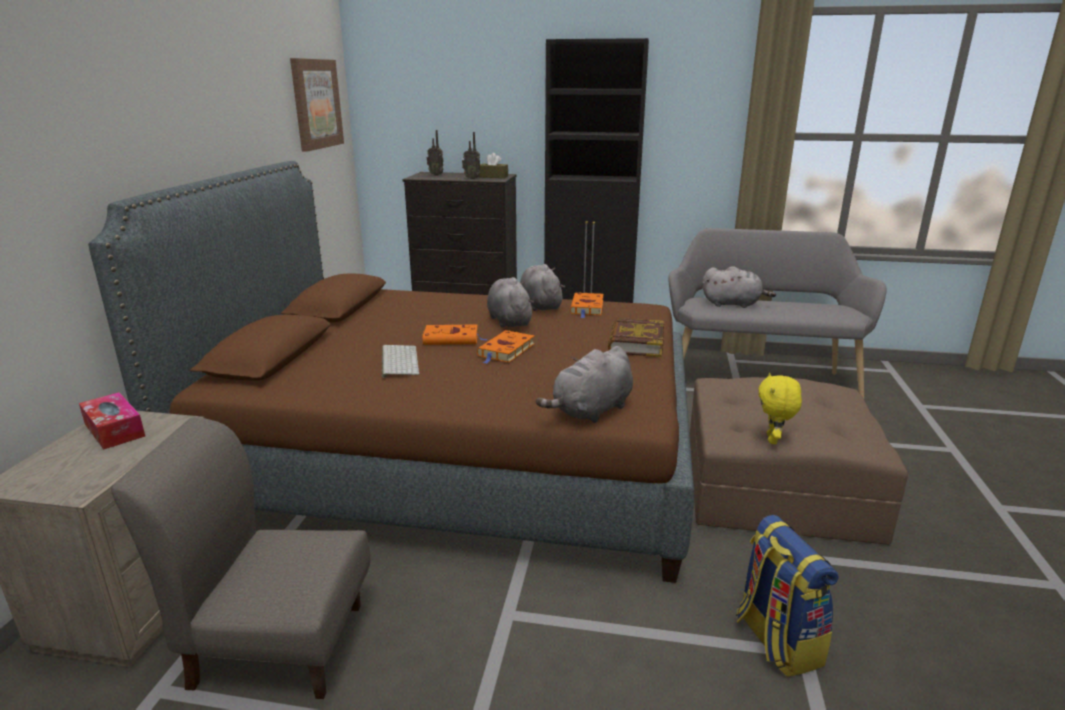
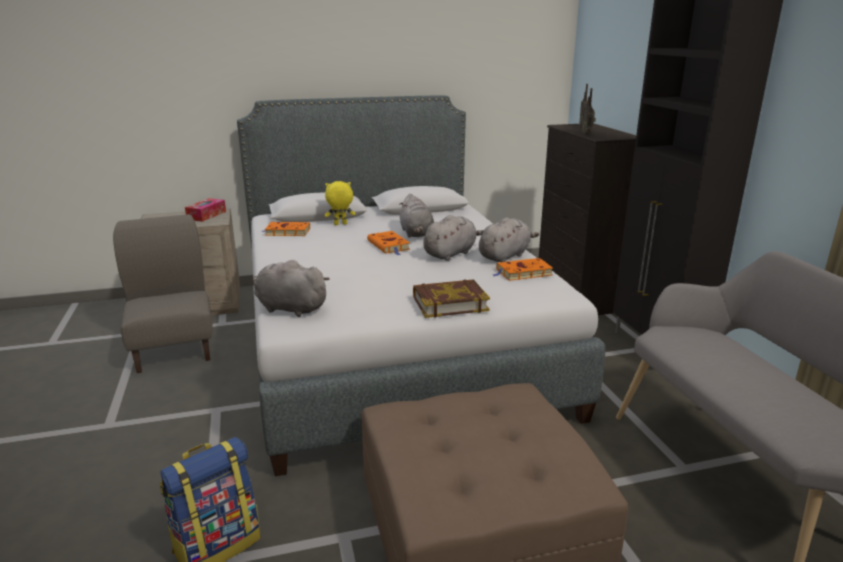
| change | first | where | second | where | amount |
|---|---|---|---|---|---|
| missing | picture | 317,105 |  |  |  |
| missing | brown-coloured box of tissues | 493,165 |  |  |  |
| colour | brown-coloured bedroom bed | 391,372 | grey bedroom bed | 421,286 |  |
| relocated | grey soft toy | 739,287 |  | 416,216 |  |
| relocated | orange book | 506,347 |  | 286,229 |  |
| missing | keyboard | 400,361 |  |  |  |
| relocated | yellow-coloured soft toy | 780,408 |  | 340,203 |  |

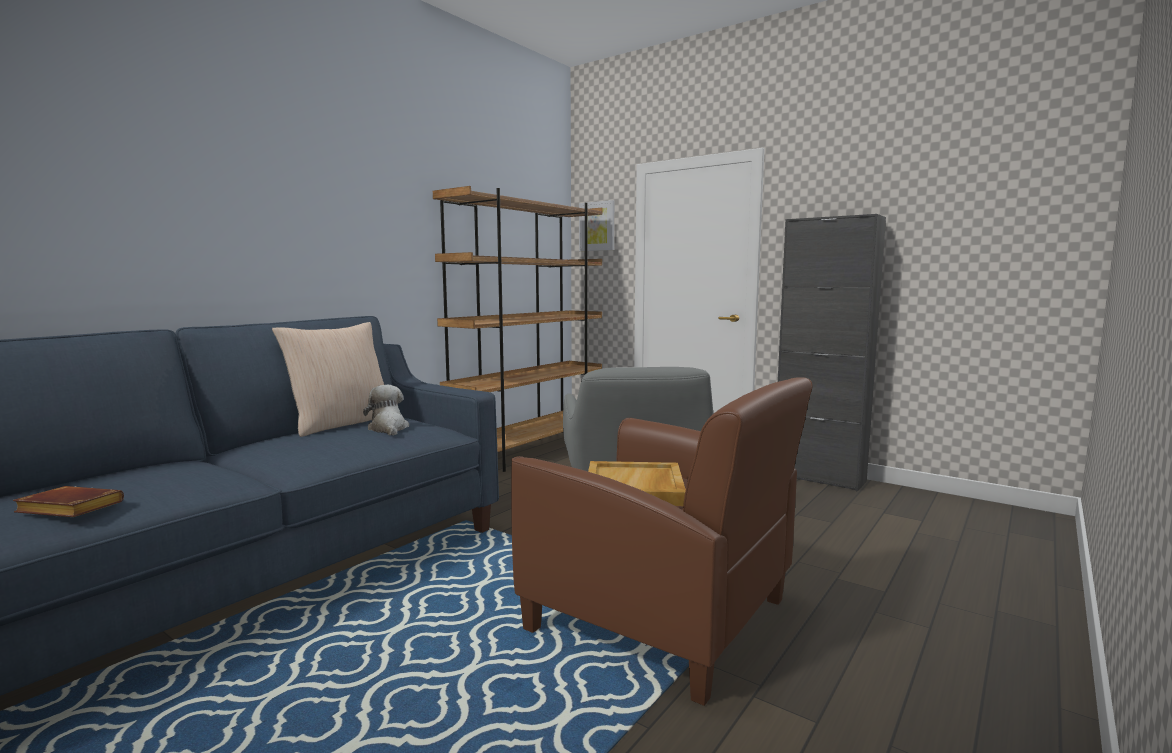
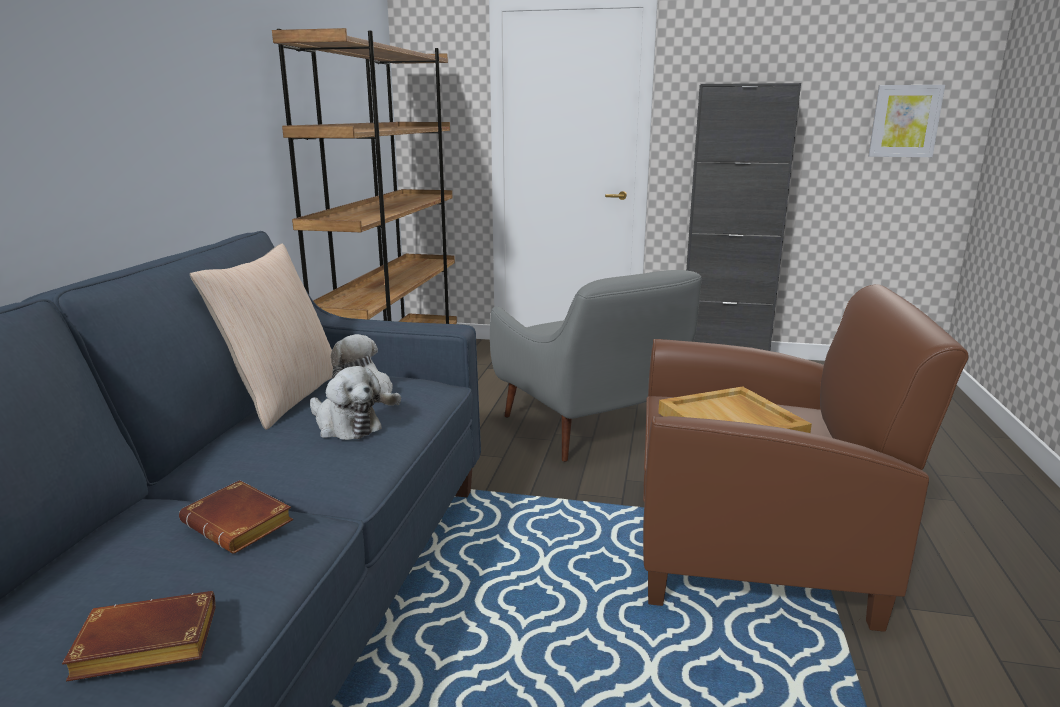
| change | first | where | second | where | amount |
|---|---|---|---|---|---|
| relocated | picture | 597,225 |  | 906,121 |  |
| appeared |  |  | soft toy | 346,403 |  |
| appeared |  |  | brown-coloured book | 236,517 |  |

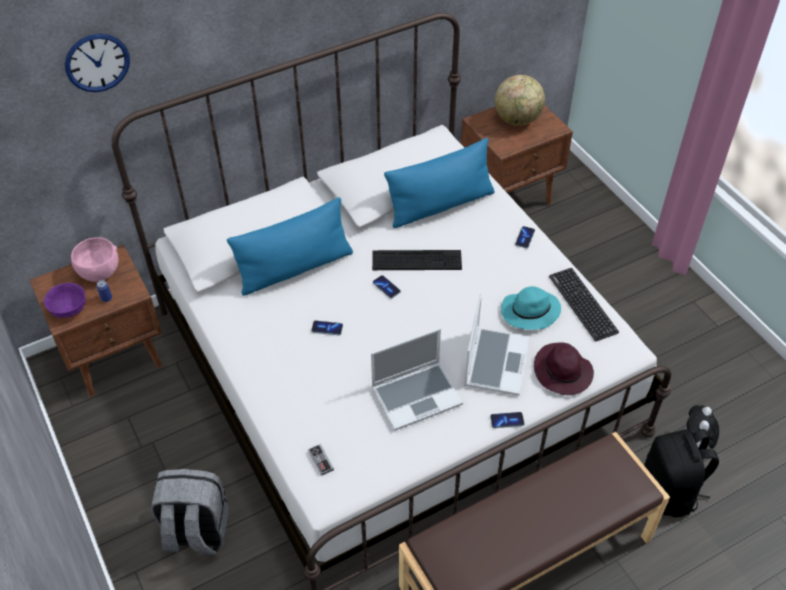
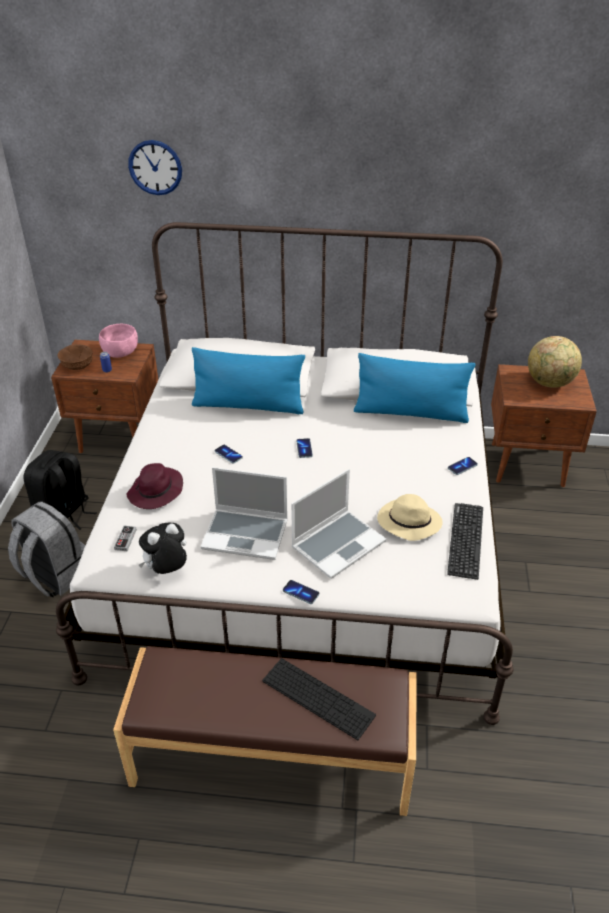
| change | first | where | second | where | amount |
|---|---|---|---|---|---|
| relocated | keyboard | 417,260 |  | 319,699 |  |
| colour | purple-coloured deep dish | 65,300 | brown-coloured deep dish | 75,357 |  |
| colour | blue-green clothing hat | 531,308 | sand-coloured clothing hat | 410,517 |  |
| relocated | purple-coloured clothing hat | 564,368 |  | 155,486 |  |
| relocated | soft toy | 703,427 |  | 163,548 |  |
| relocated | black backpack | 681,473 |  | 59,490 |  |

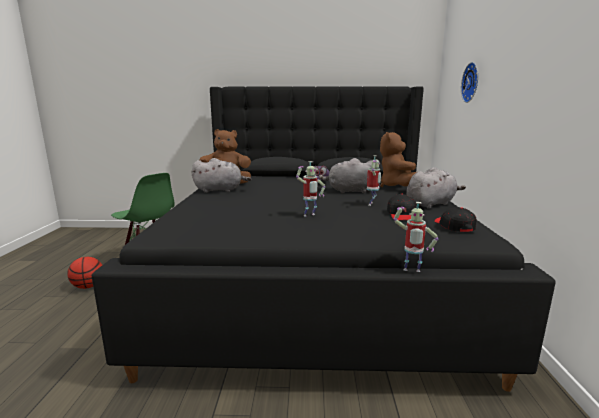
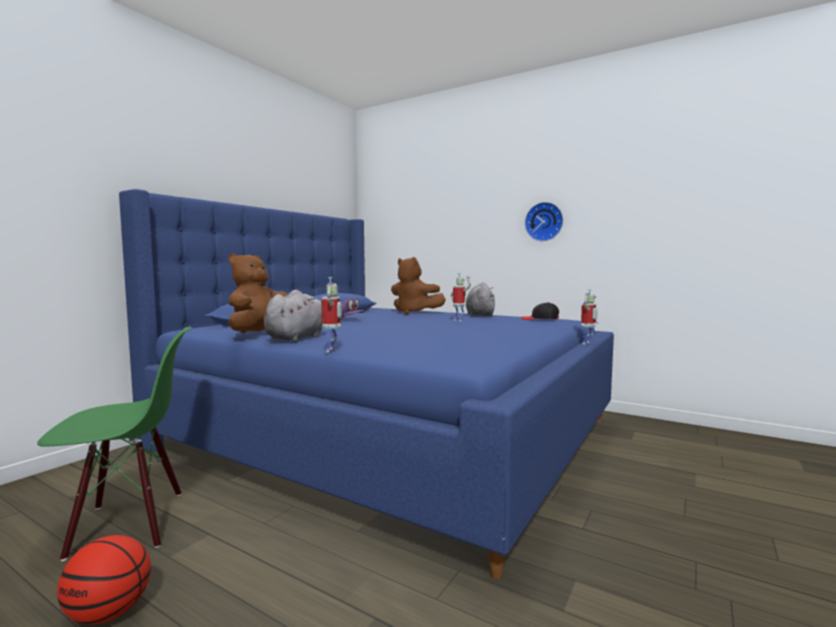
| change | first | where | second | where | amount |
|---|---|---|---|---|---|
| relocated | wall clock | 469,82 |  | 544,221 |  |
| colour | black bedroom bed | 324,239 | blue bedroom bed | 366,384 |  |
| missing | grey soft toy | 348,176 |  |  |  |
| relocated | toy robot | 310,188 |  | 331,314 |  |
| missing | black baseball cap | 401,207 |  |  |  |

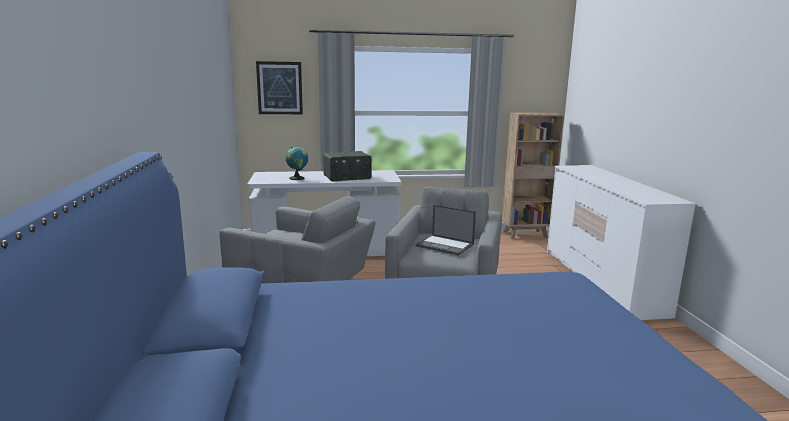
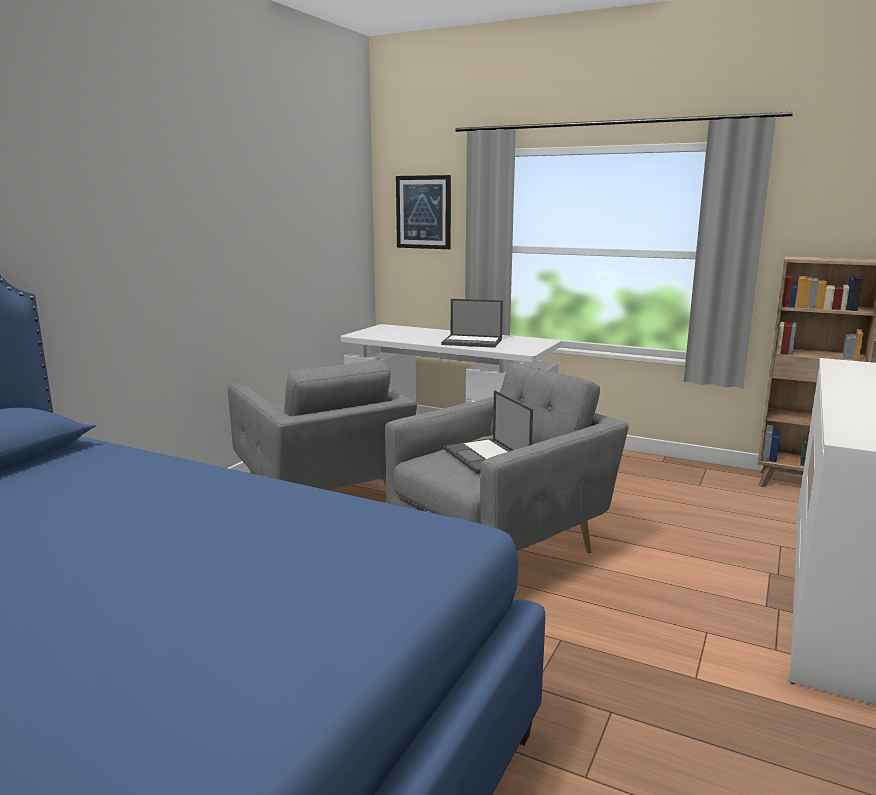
| change | first | where | second | where | amount |
|---|---|---|---|---|---|
| missing | world globe | 297,163 |  |  |  |
| exchanged | radio set | 347,166 | portable computer | 472,323 |  |

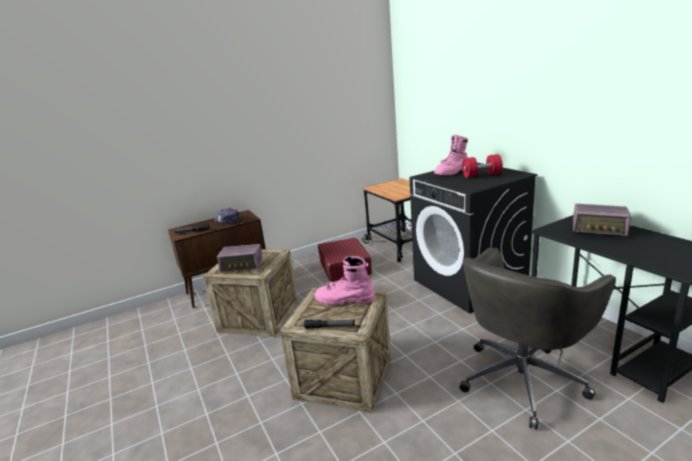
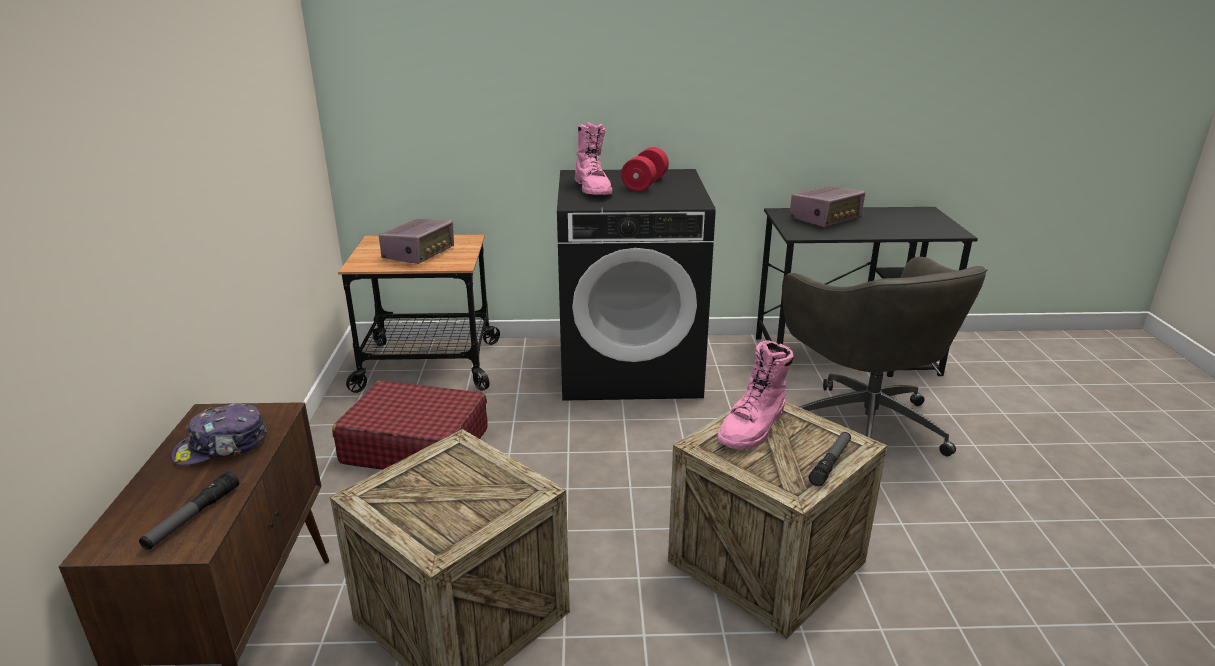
| change | first | where | second | where | amount |
|---|---|---|---|---|---|
| relocated | radio set | 239,258 |  | 416,241 |  |

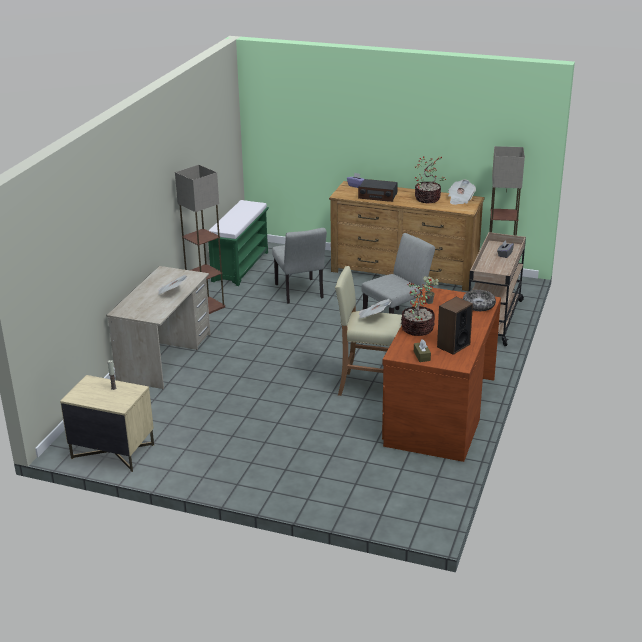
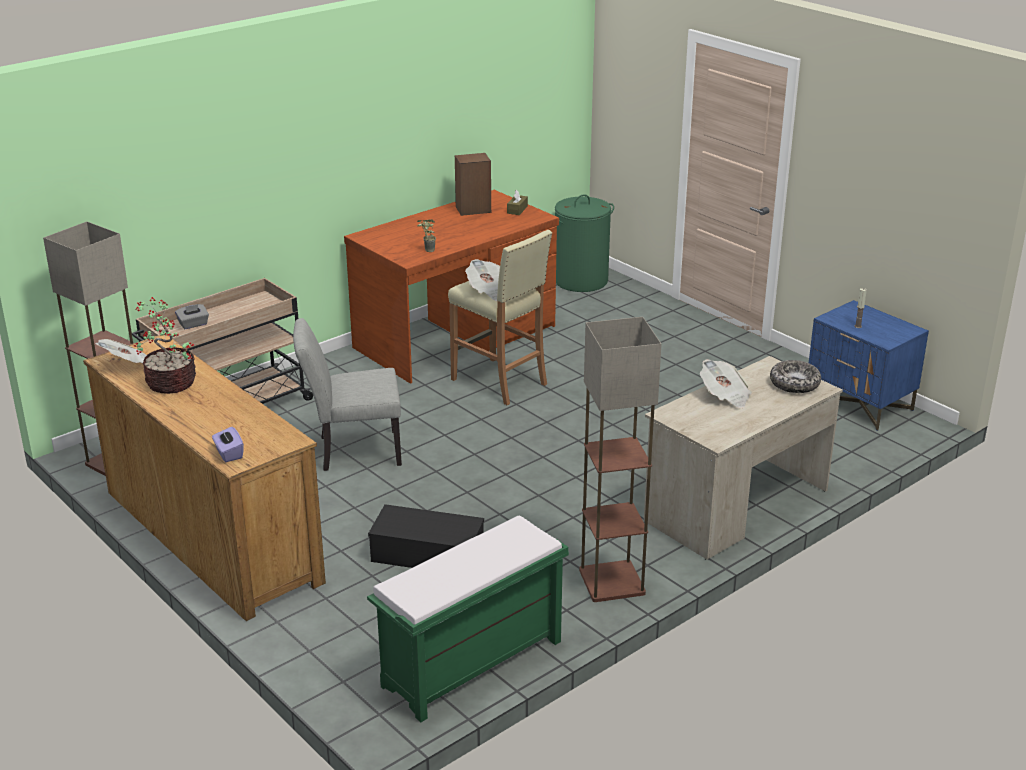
| change | first | where | second | where | amount |
|---|---|---|---|---|---|
| missing | radio set | 378,190 |  |  |  |
| exchanged | grey chair | 299,266 | black storage box | 426,536 |  |
| missing | plant in a pot | 418,307 |  |  |  |
| relocated | deep dish | 479,300 |  | 795,376 |  |
| colour | sand-coloured nightstand | 107,423 | blue nightstand | 869,365 |  |
| appeared |  |  | green-coloured hamper | 584,243 |  |

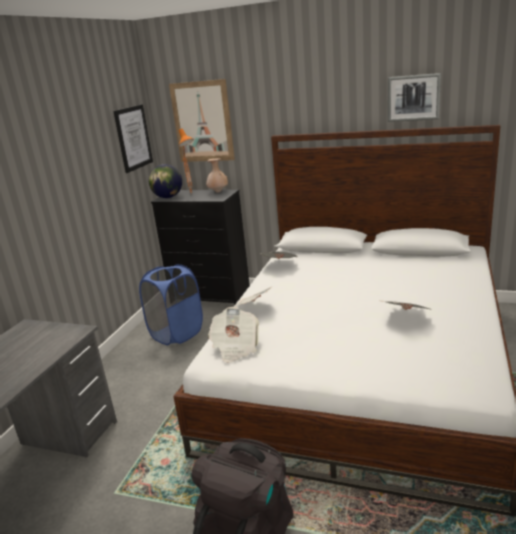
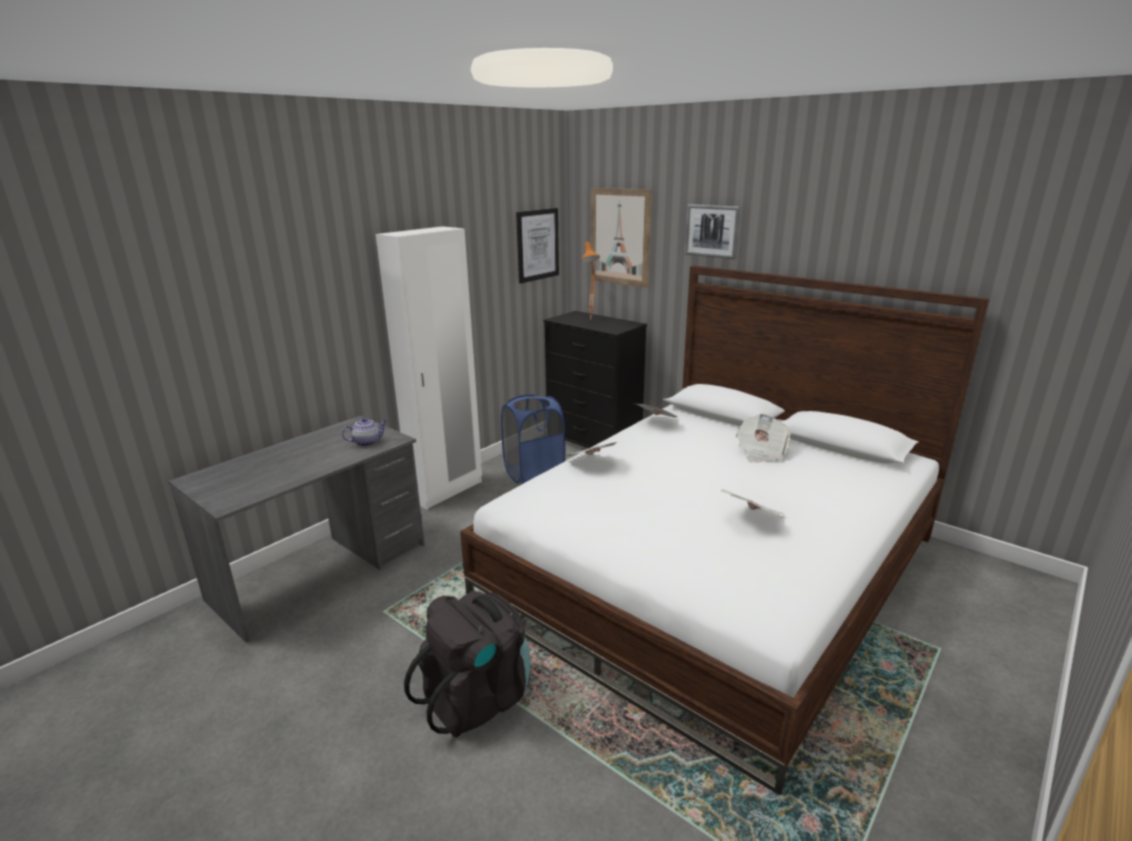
| change | first | where | second | where | amount |
|---|---|---|---|---|---|
| relocated | picture | 414,97 |  | 712,231 |  |
| missing | sand-coloured vase | 217,175 |  |  |  |
| missing | world globe | 165,181 |  |  |  |
| relocated | daily paper | 233,335 |  | 763,438 |  |
| appeared |  |  | white wardrobe | 429,367 |  |
| appeared |  |  | teapot | 364,432 |  |

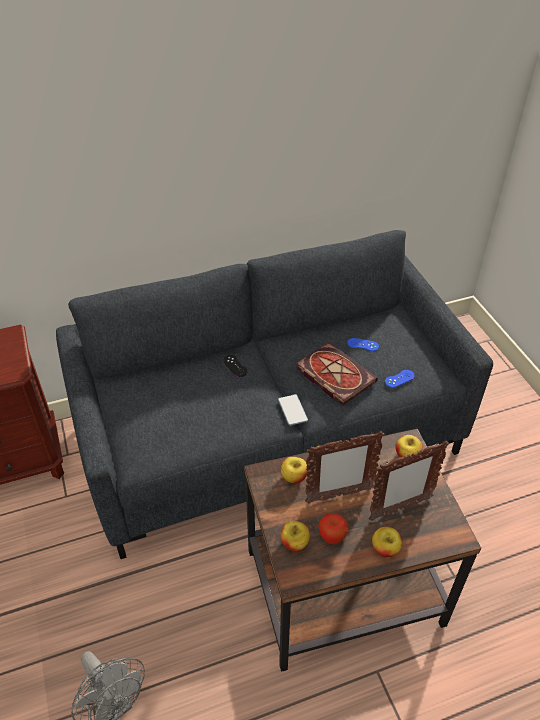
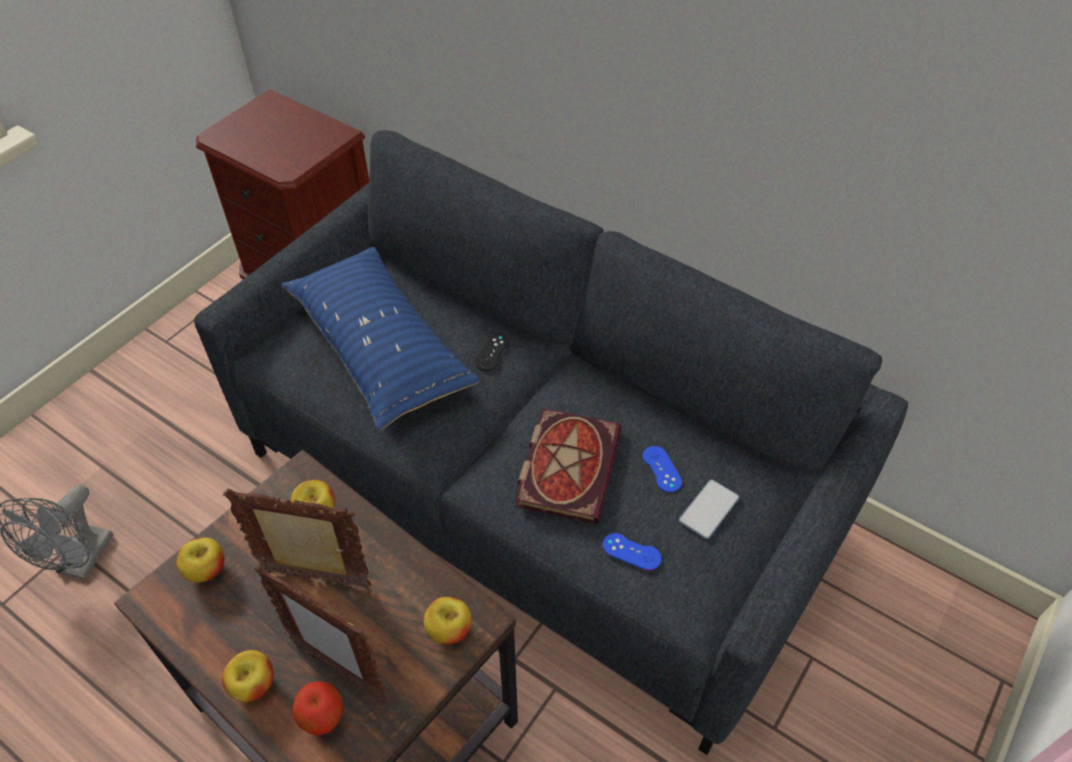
| change | first | where | second | where | amount |
|---|---|---|---|---|---|
| relocated | phone | 293,410 |  | 709,509 |  |
| spun | picture frame | 345,467 |  | 297,538 | 150 degrees clockwise |
| relocated | apple | 333,528 |  | 317,708 |  |
| appeared |  |  | blue pillow | 380,338 |  |

